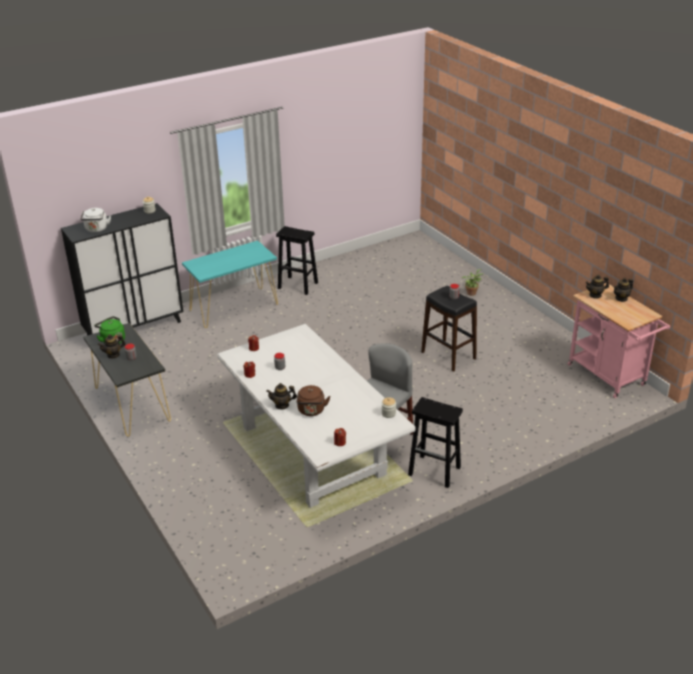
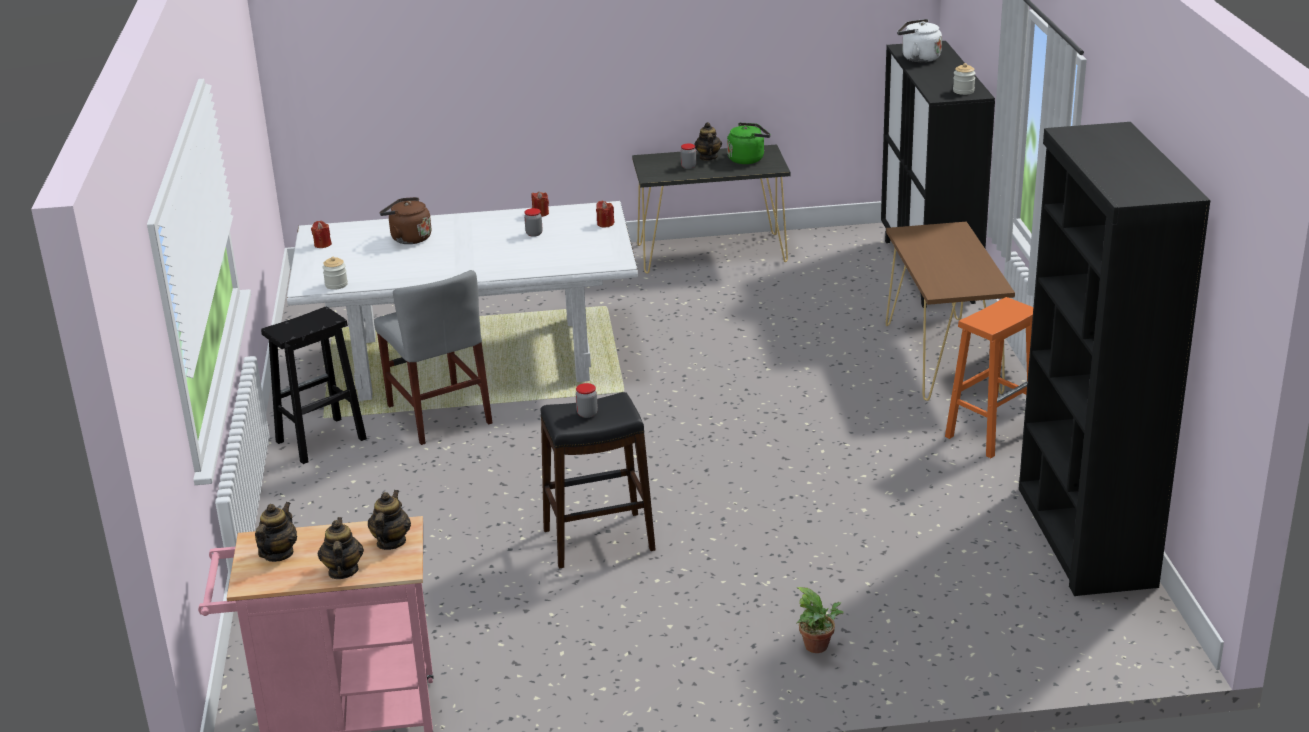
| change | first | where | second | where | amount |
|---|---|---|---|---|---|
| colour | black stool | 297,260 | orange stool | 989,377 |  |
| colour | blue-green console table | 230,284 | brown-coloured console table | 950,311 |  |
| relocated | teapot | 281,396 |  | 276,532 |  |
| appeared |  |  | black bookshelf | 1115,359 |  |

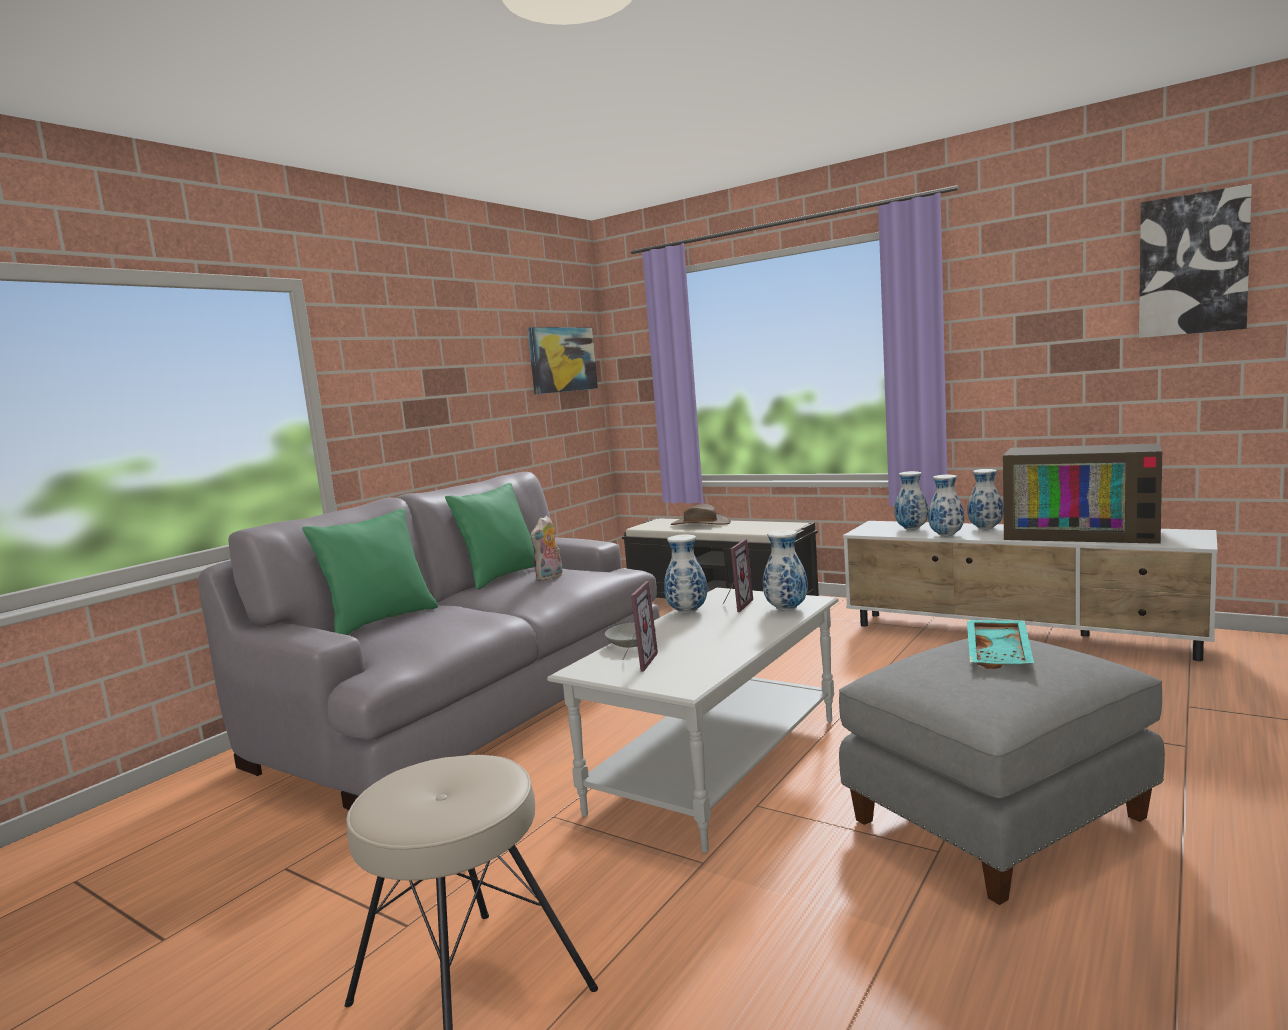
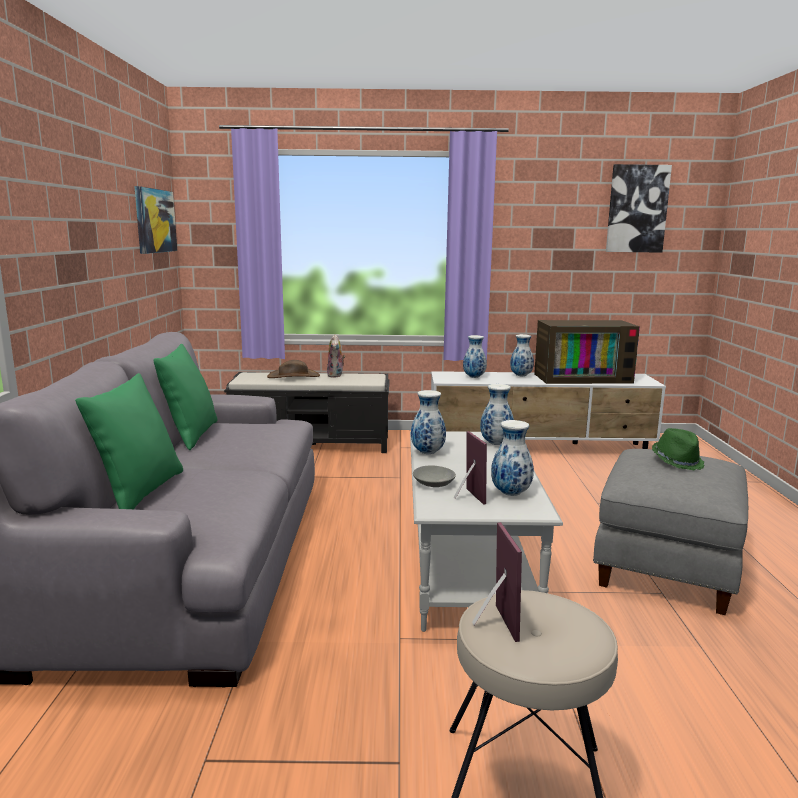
| change | first | where | second | where | amount |
|---|---|---|---|---|---|
| relocated | vase | 946,505 |  | 512,458 |  |
| relocated | soft toy | 546,548 |  | 336,356 |  |
| relocated | picture frame | 738,575 |  | 497,582 |  |
| exchanged | blue-green carrying tray | 1000,644 | green-coloured clothing hat | 678,449 |  |

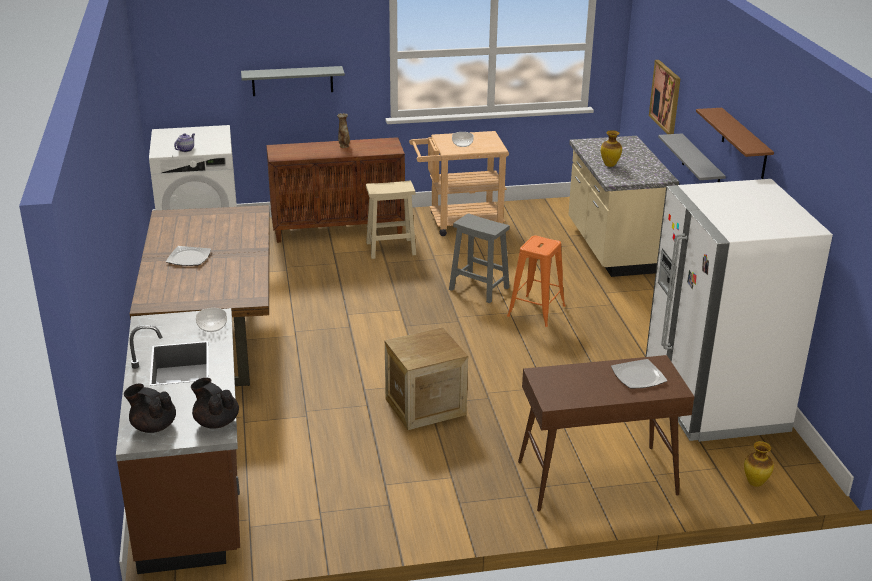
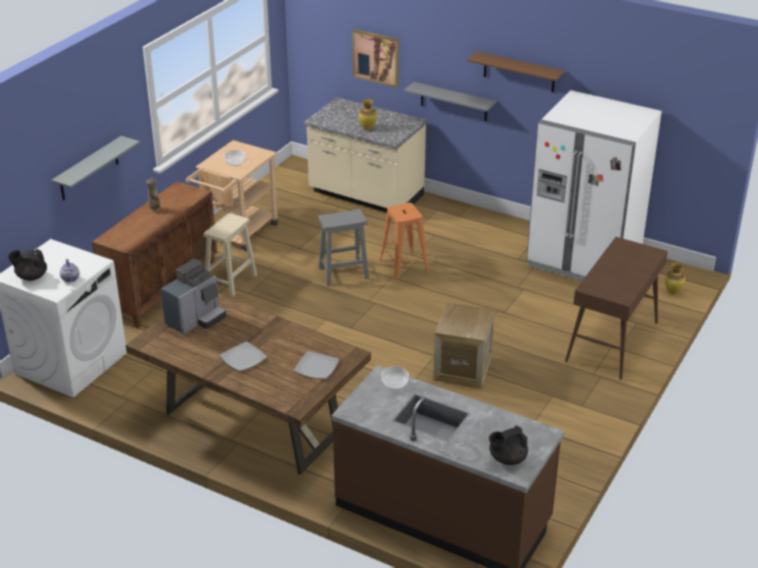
| change | first | where | second | where | amount |
|---|---|---|---|---|---|
| relocated | dinner plate | 639,374 |  | 316,365 |  |
| relocated | black teapot | 215,403 |  | 27,265 |  |
| appeared |  |  | coffee maker | 193,296 |  |

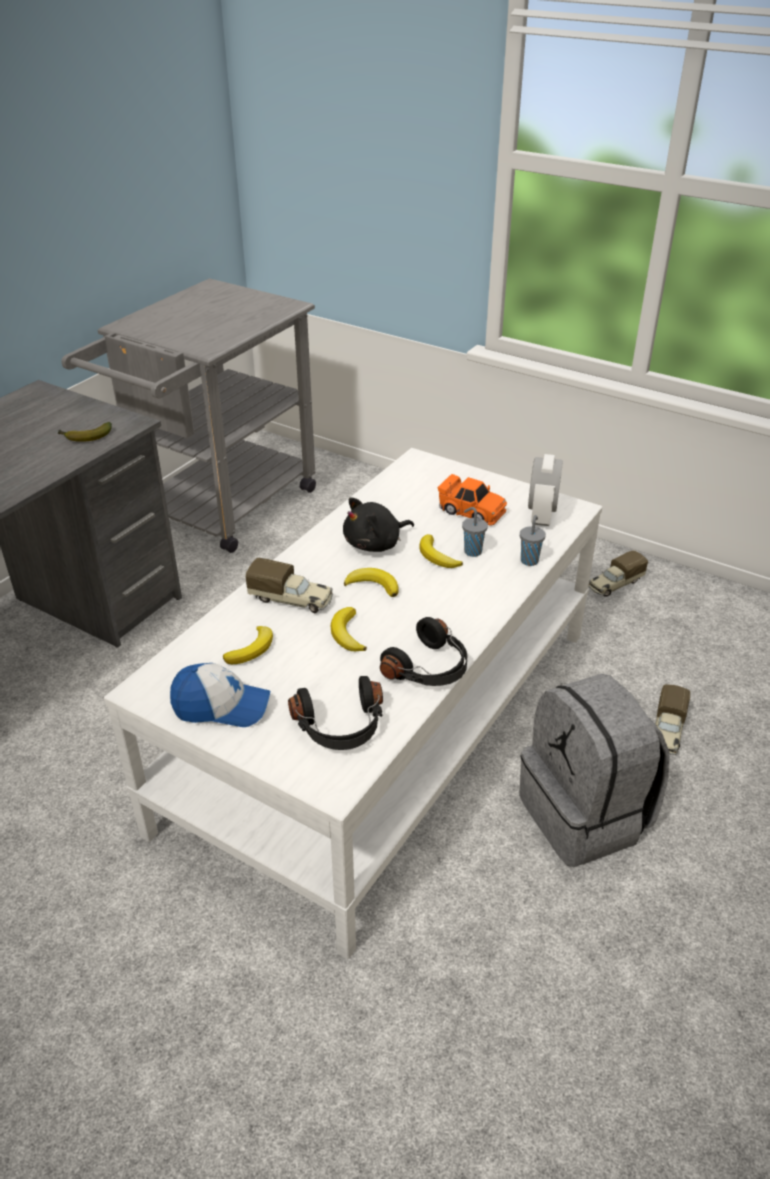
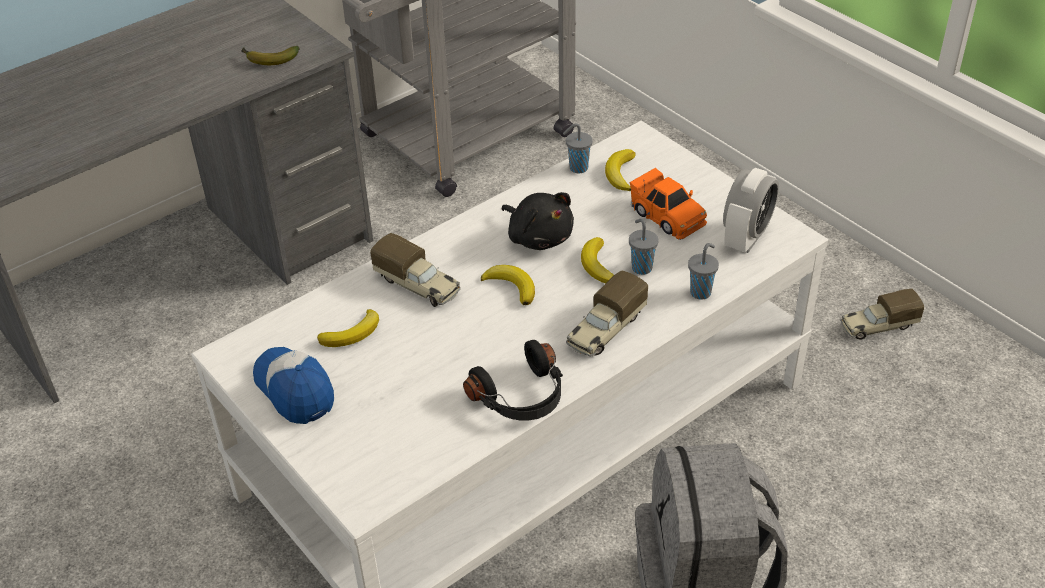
| change | first | where | second | where | amount |
|---|---|---|---|---|---|
| spun | black soft toy | 378,524 |  | 537,221 | 120 degrees counterclockwise |
| relocated | whole banana | 349,629 |  | 620,170 |  |
| spun | baseball cap | 220,695 |  | 293,385 | 150 degrees counterclockwise |
| missing | black headphones | 335,713 |  |  |  |
| relocated | toy lorry | 672,719 |  | 607,314 |  |
| appeared |  |  | grey cup | 578,148 |  |

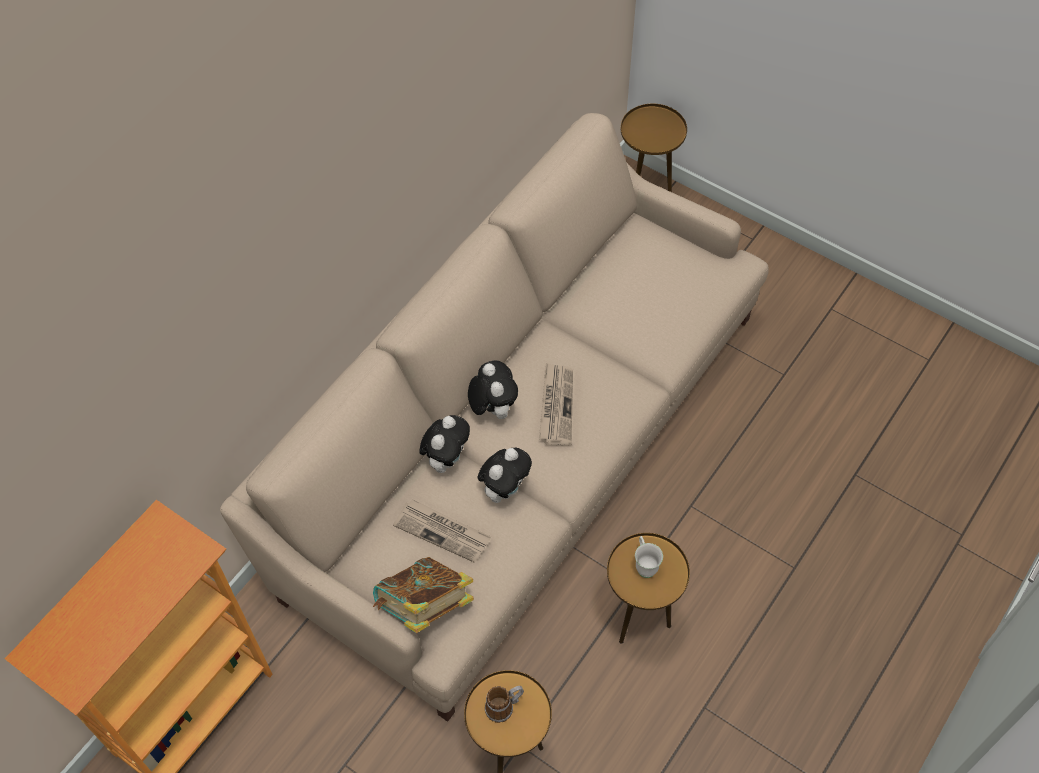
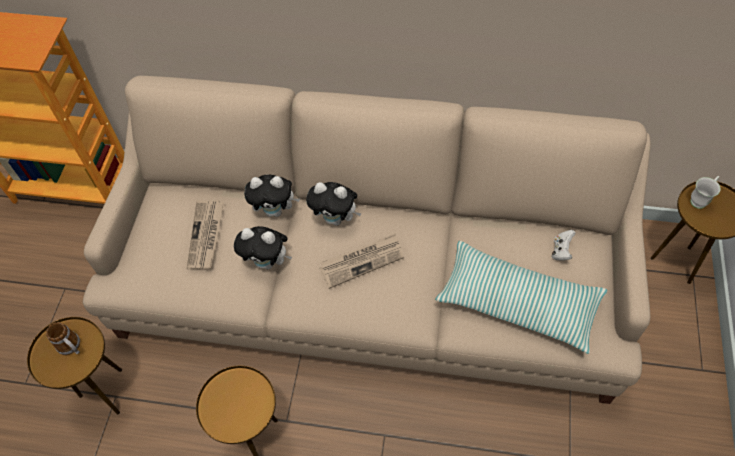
| change | first | where | second | where | amount |
|---|---|---|---|---|---|
| spun | soft toy | 493,389 |  | 334,204 | 60 degrees clockwise |
| relocated | white coffee mug | 649,557 |  | 705,192 |  |
| missing | book | 423,595 |  |  |  |
| appeared |  |  | white joypad | 564,245 |  |
| appeared |  |  | pillow | 521,297 |  |

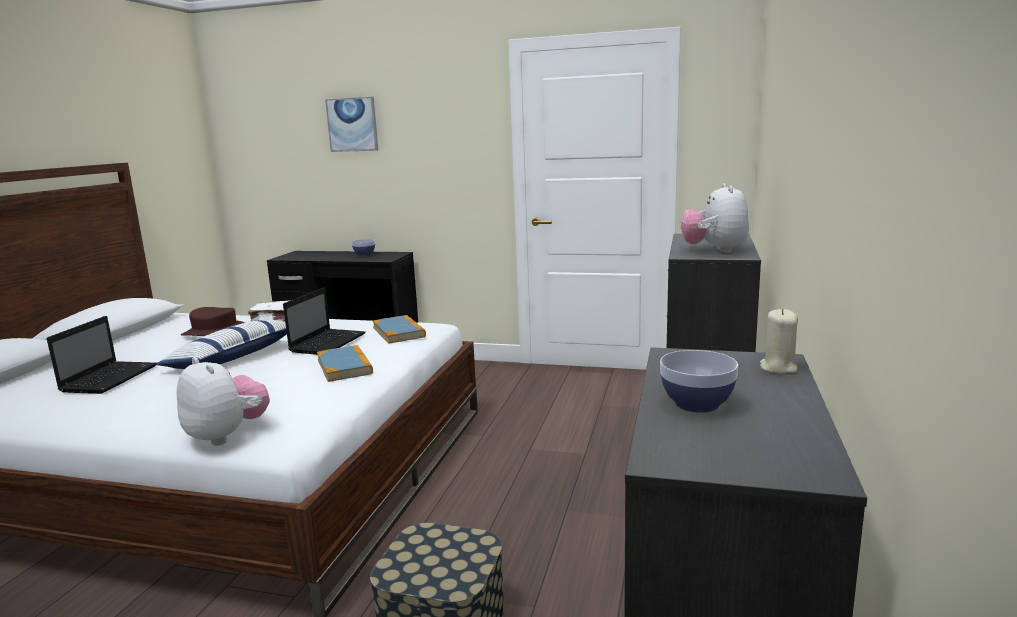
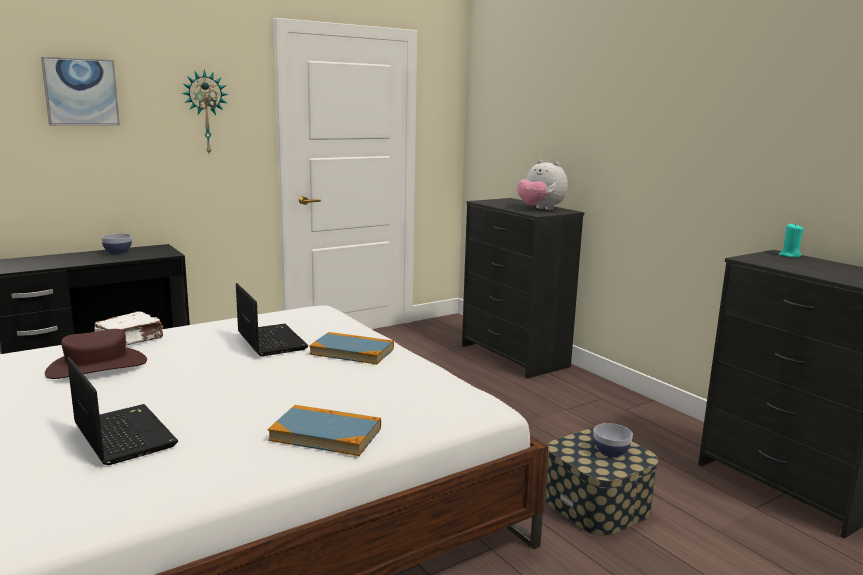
| change | first | where | second | where | amount |
|---|---|---|---|---|---|
| colour | sand-coloured candle | 779,341 | blue-green candle | 791,240 |  |
| relocated | book | 399,329 |  | 324,430 |  |
| missing | pillow | 221,344 |  |  |  |
| relocated | deep dish | 699,381 |  | 613,440 |  |
| missing | soft toy | 223,401 |  |  |  |
| appeared |  |  | wall clock | 205,112 |  |

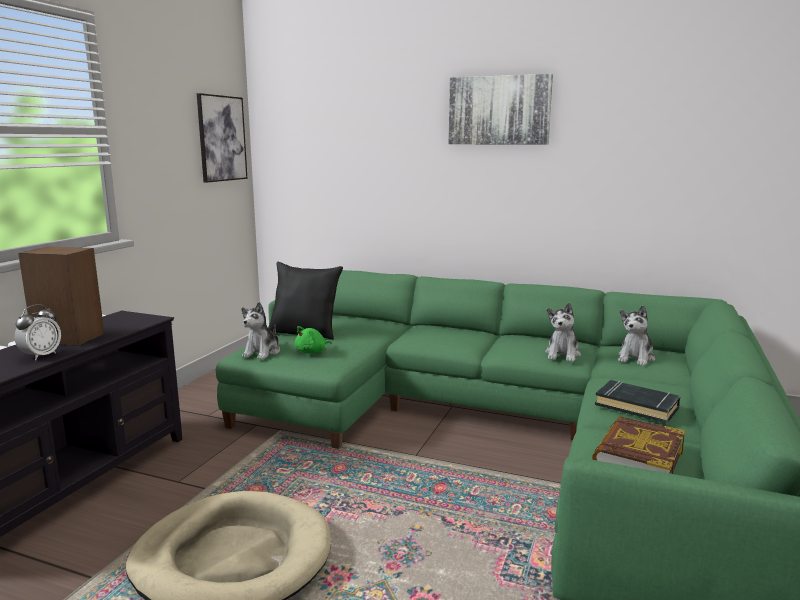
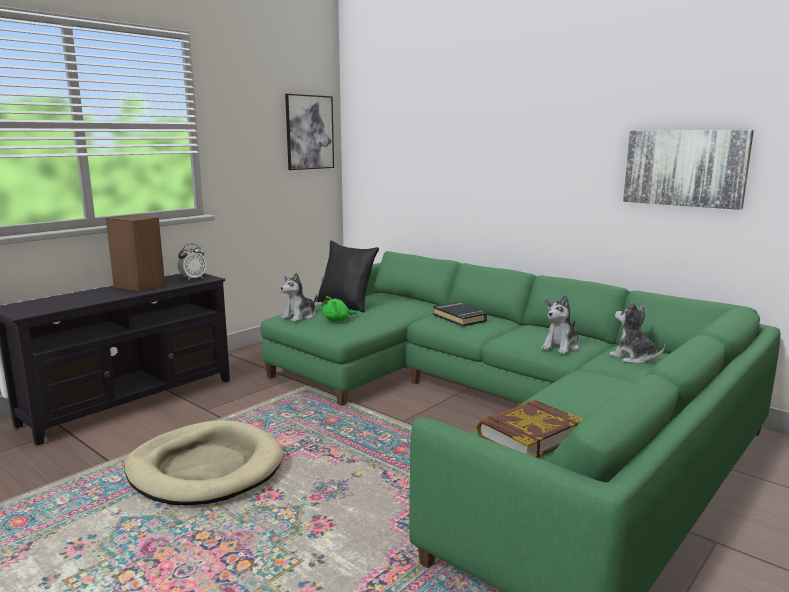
| change | first | where | second | where | amount |
|---|---|---|---|---|---|
| relocated | picture | 500,109 |  | 688,170 |  |
| relocated | alarm clock | 37,332 |  | 192,262 |  |
| spun | soft toy | 636,335 |  | 637,332 | 90 degrees clockwise |
| relocated | black book | 637,401 |  | 460,314 |  |

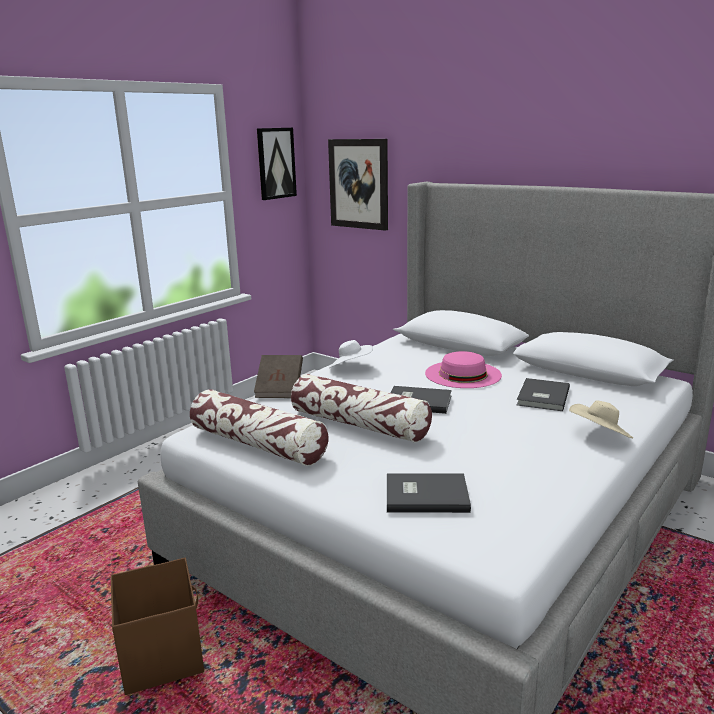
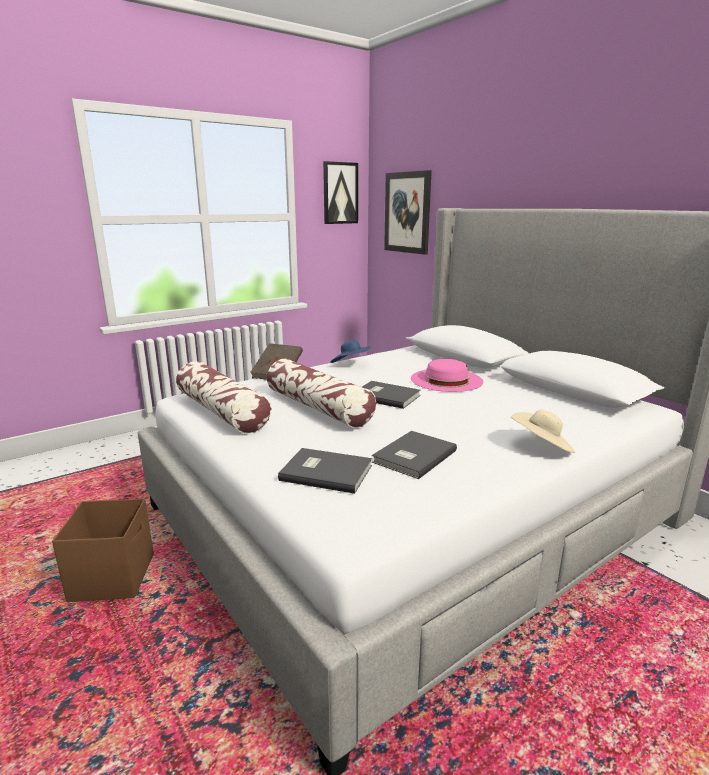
| change | first | where | second | where | amount |
|---|---|---|---|---|---|
| colour | white clothing hat | 351,354 | blue clothing hat | 350,351 |  |
| relocated | grey book | 543,394 |  | 414,455 |  |

